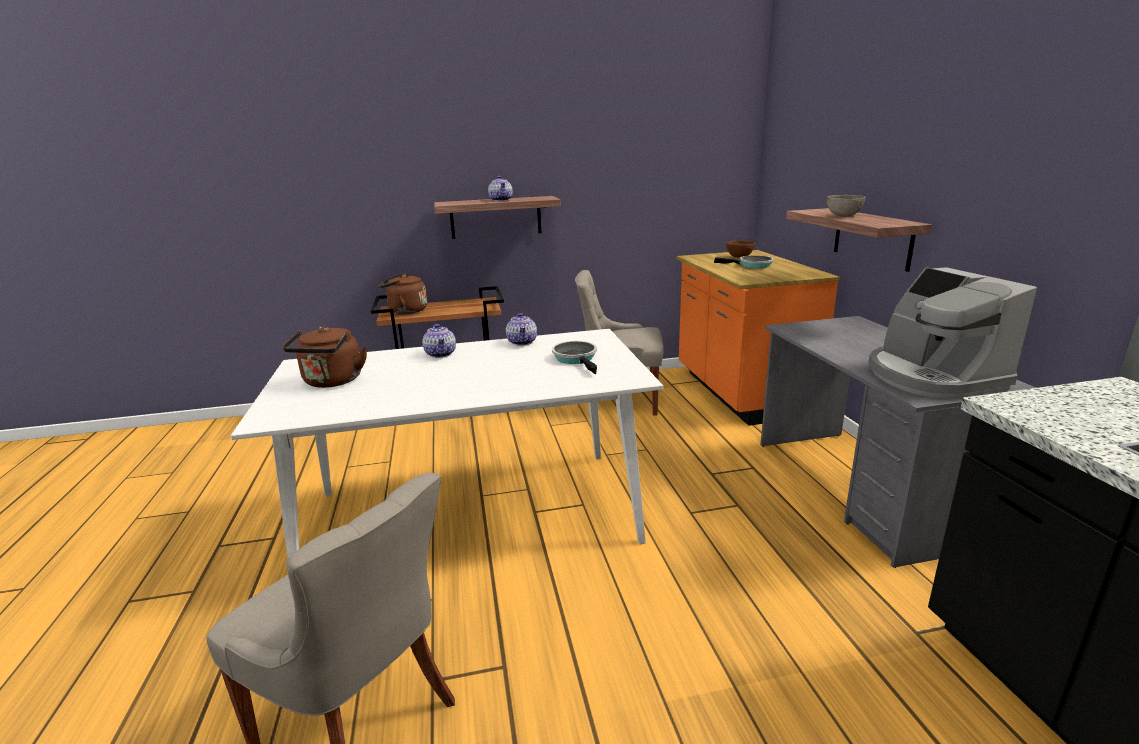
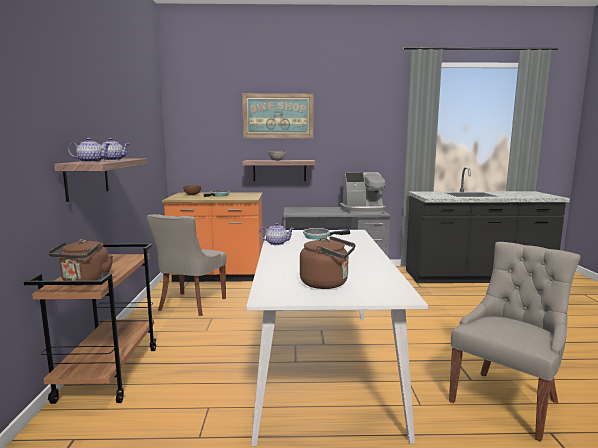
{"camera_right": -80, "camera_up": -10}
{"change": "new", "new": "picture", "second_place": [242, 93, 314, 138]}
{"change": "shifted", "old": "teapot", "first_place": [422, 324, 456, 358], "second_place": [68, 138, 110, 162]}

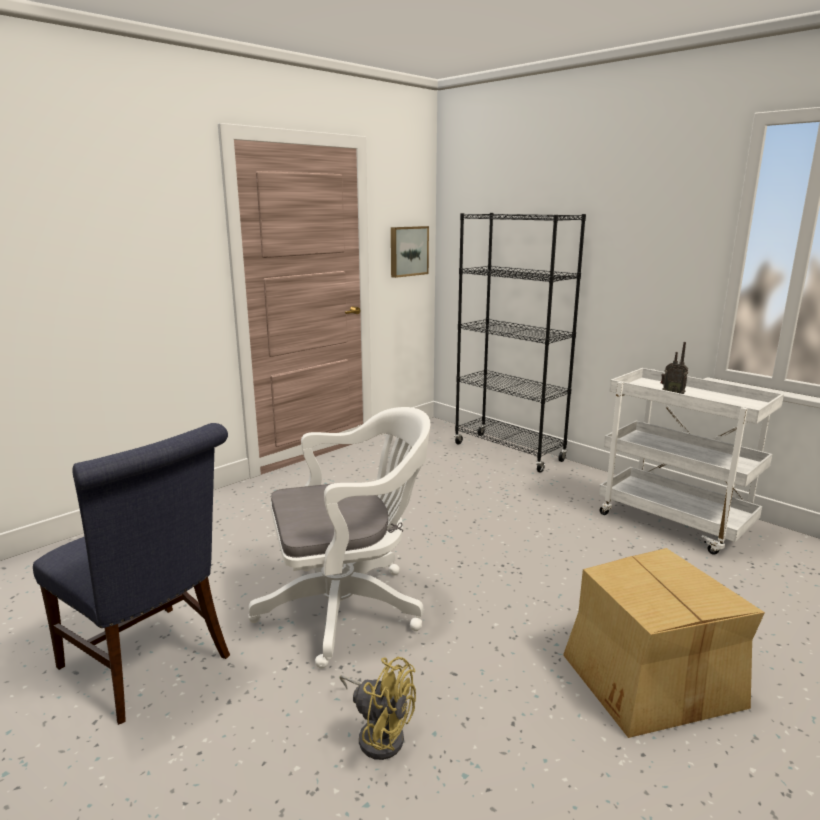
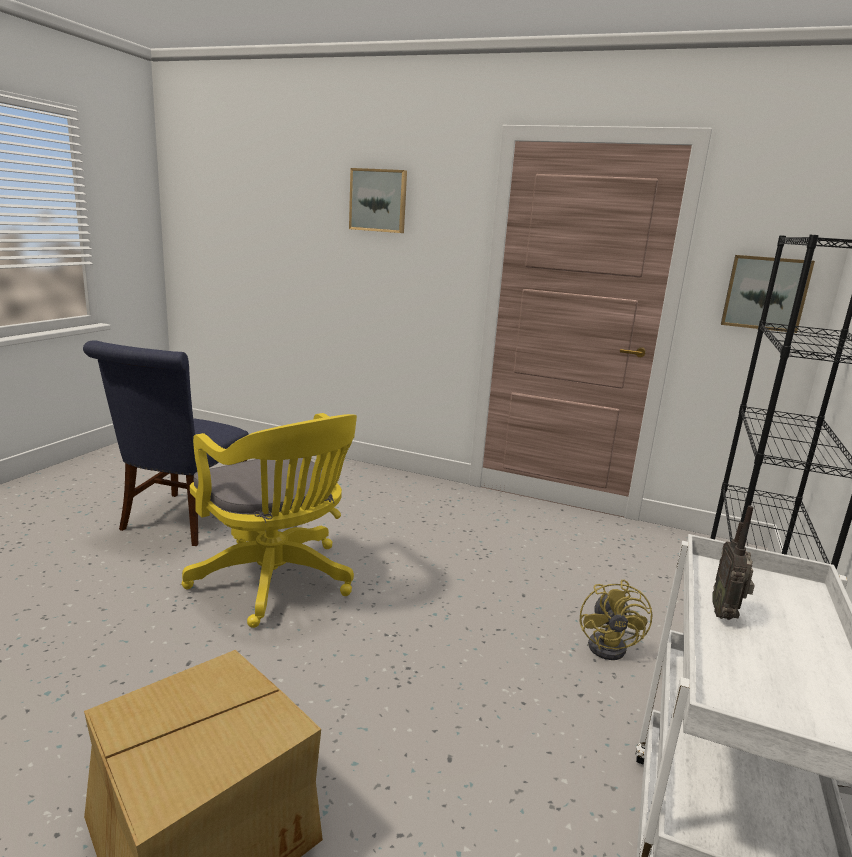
{"camera_right": 65, "camera_up": 0}
{"change": "new", "new": "picture", "second_place": [349, 168, 407, 233]}
{"change": "shifted", "old": "yellow fan", "first_place": [340, 657, 416, 760], "second_place": [580, 580, 653, 660]}
{"change": "repainted", "old": "white office chair", "new": "yellow office chair", "first_place": [248, 407, 431, 669], "second_place": [181, 413, 357, 628]}

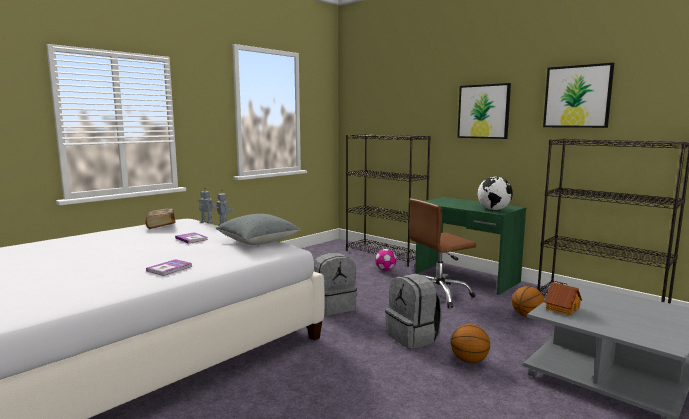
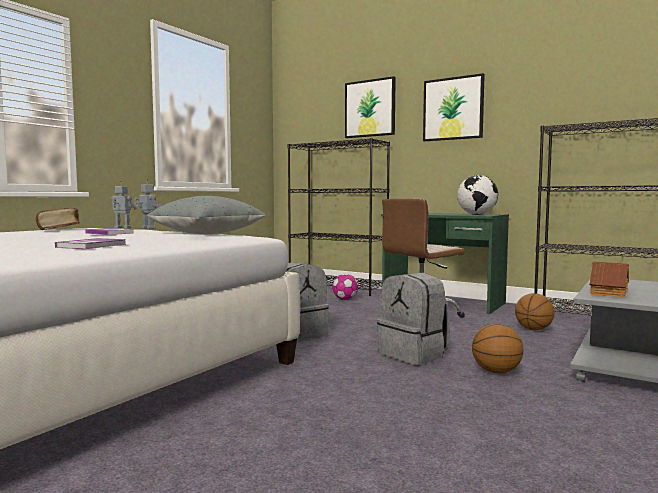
{"camera_right": -10, "camera_up": -5}
{"change": "shifted", "old": "picture", "first_place": [543, 63, 614, 128], "second_place": [345, 76, 396, 138]}

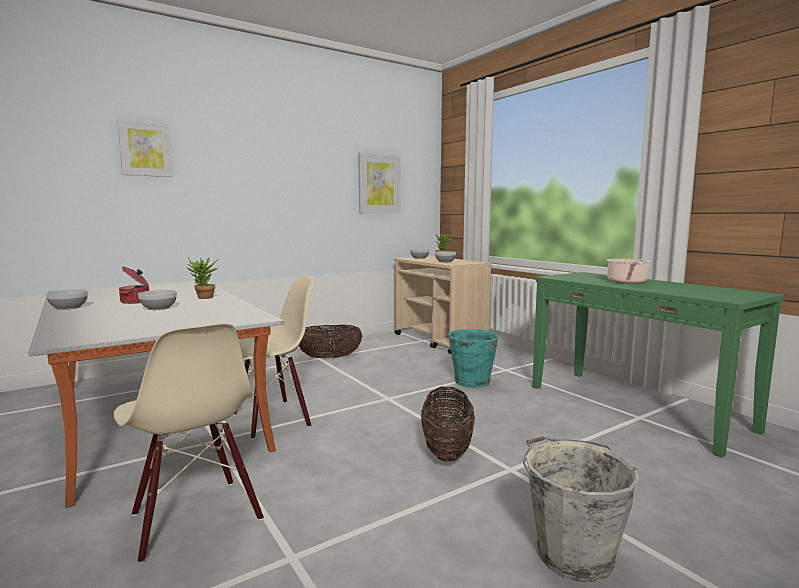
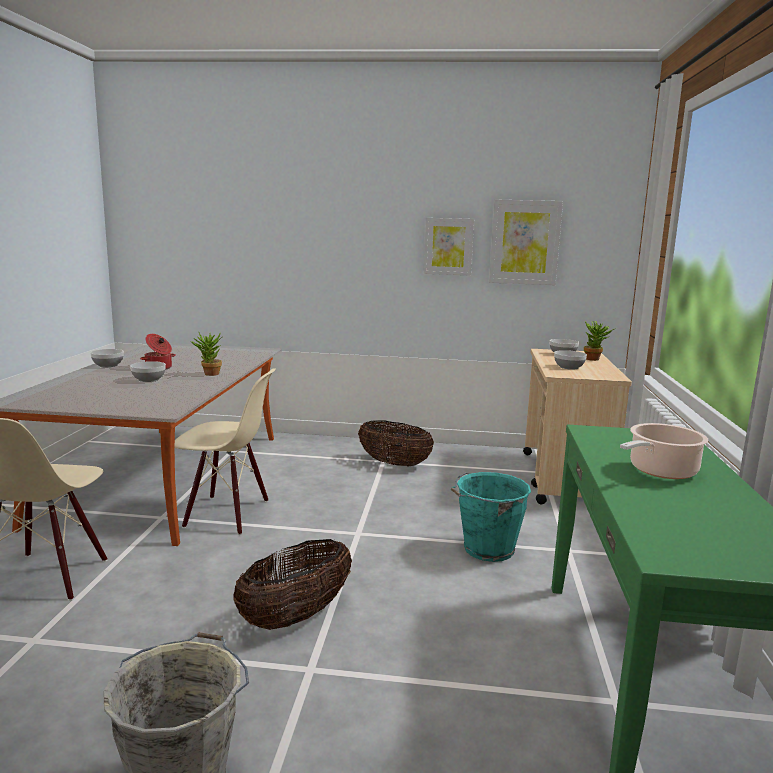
{"camera_right": 40, "camera_up": 5}
{"change": "shifted", "old": "picture", "first_place": [117, 119, 173, 177], "second_place": [423, 218, 474, 276]}

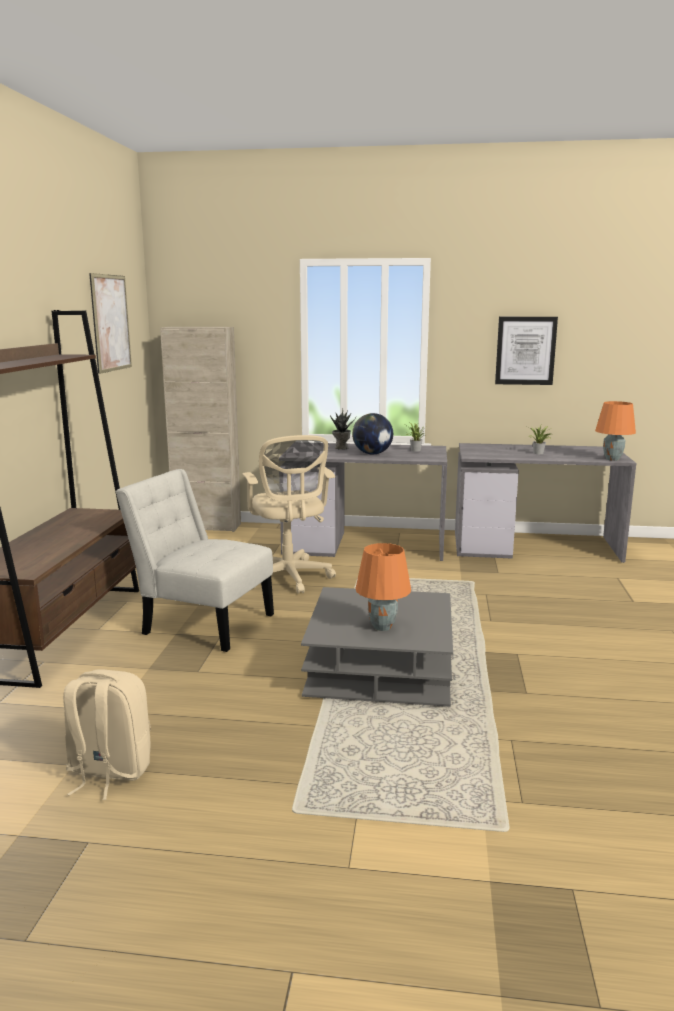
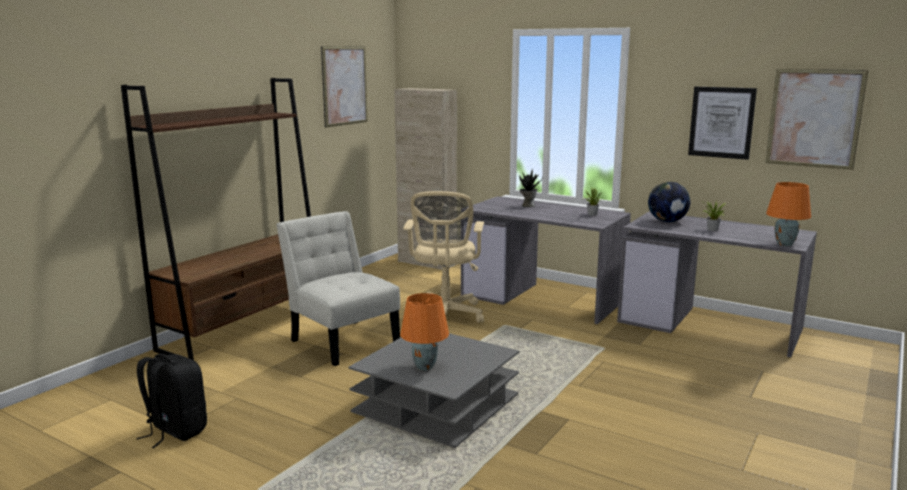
{"camera_right": 25, "camera_up": 0}
{"change": "new", "new": "picture", "second_place": [765, 69, 869, 170]}
{"change": "shifted", "old": "globe", "first_place": [352, 413, 393, 454], "second_place": [648, 182, 690, 222]}
{"change": "repainted", "old": "beige backpack", "new": "black backpack", "first_place": [63, 669, 151, 800], "second_place": [136, 354, 207, 448]}

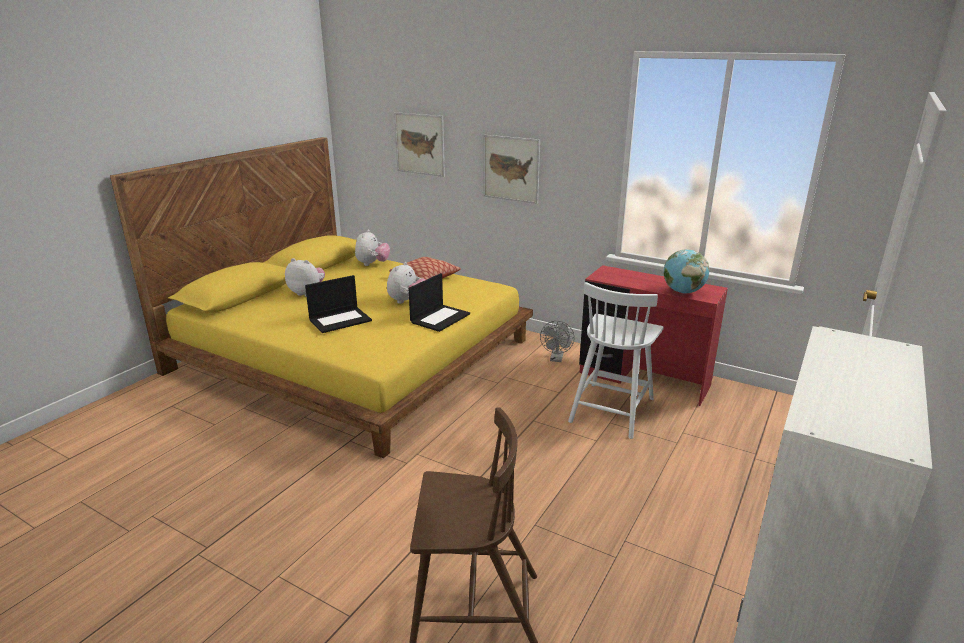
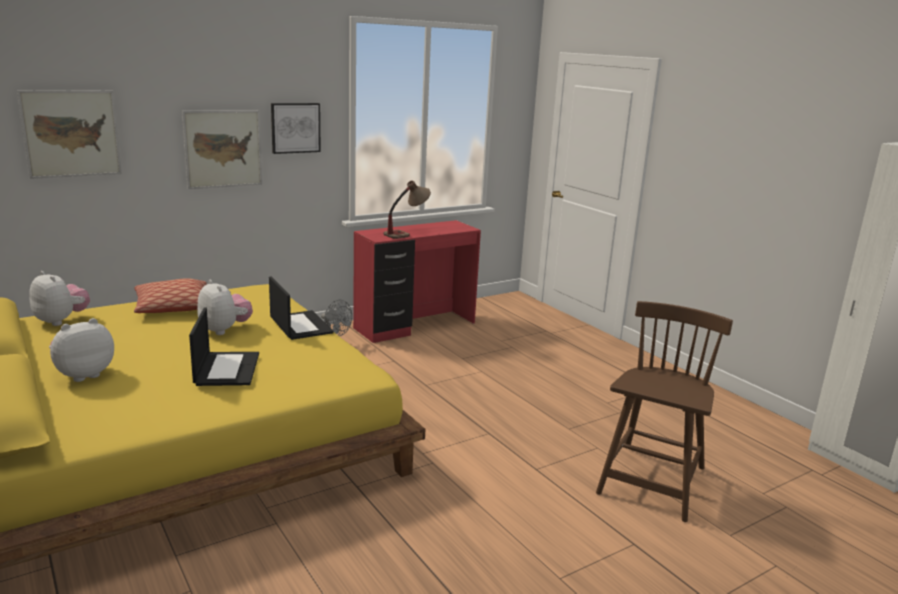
{"camera_right": -65, "camera_up": -5}
{"change": "gone", "old": "white chair", "first_place": [568, 282, 663, 439]}
{"change": "gone", "old": "globe", "first_place": [664, 249, 709, 293]}
{"change": "new", "new": "picture", "second_place": [271, 103, 321, 154]}
{"change": "new", "new": "table lamp", "second_place": [383, 181, 431, 239]}

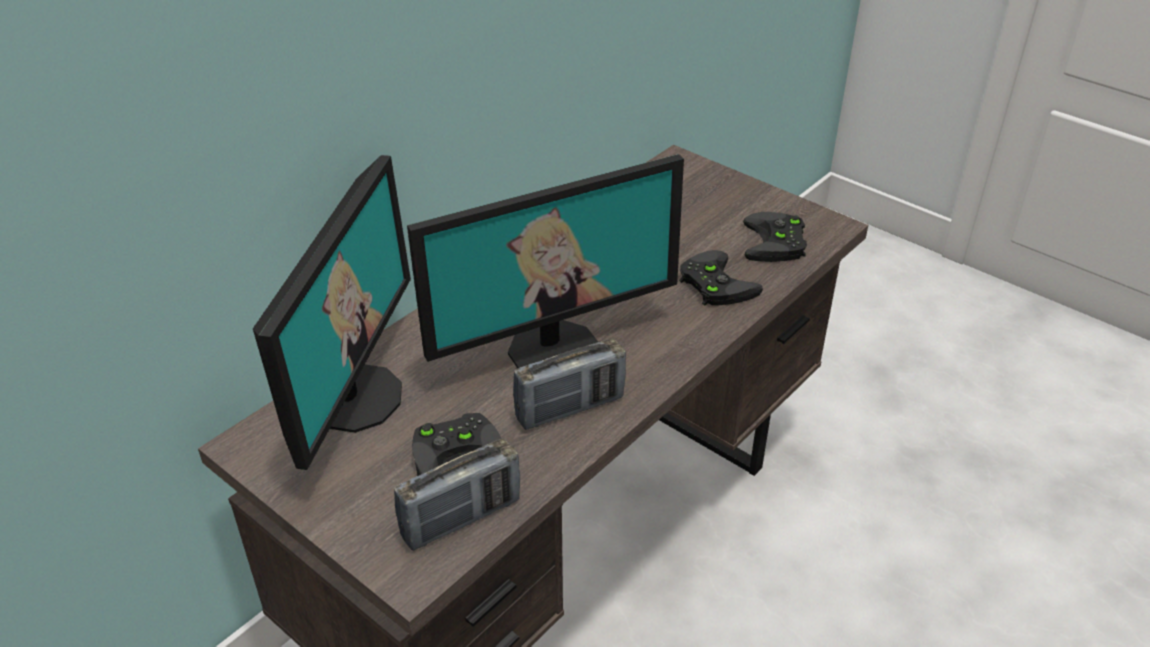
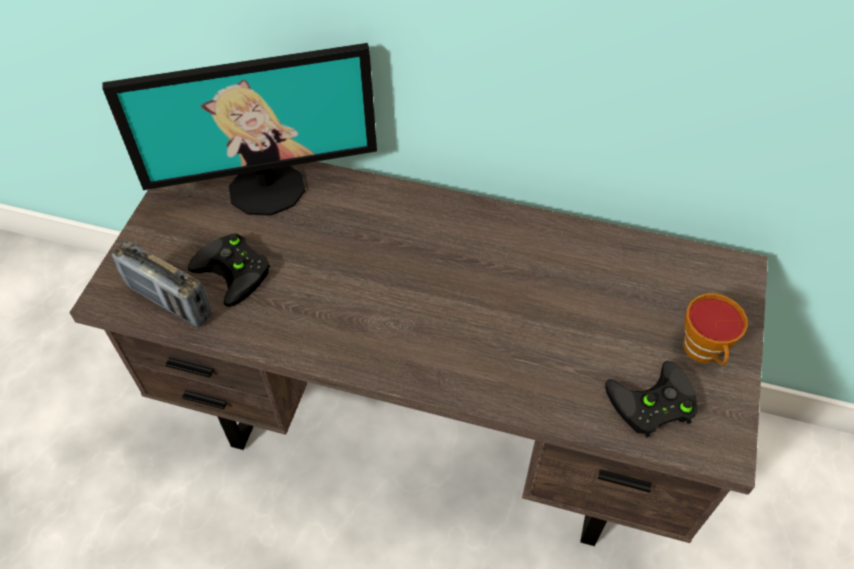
{"camera_right": 65, "camera_up": 15}
{"change": "gone", "old": "monitor", "first_place": [407, 154, 684, 369]}
{"change": "gone", "old": "radio", "first_place": [513, 339, 626, 430]}
{"change": "gone", "old": "black game controller", "first_place": [679, 250, 763, 306]}
{"change": "new", "new": "cup", "second_place": [683, 293, 748, 365]}

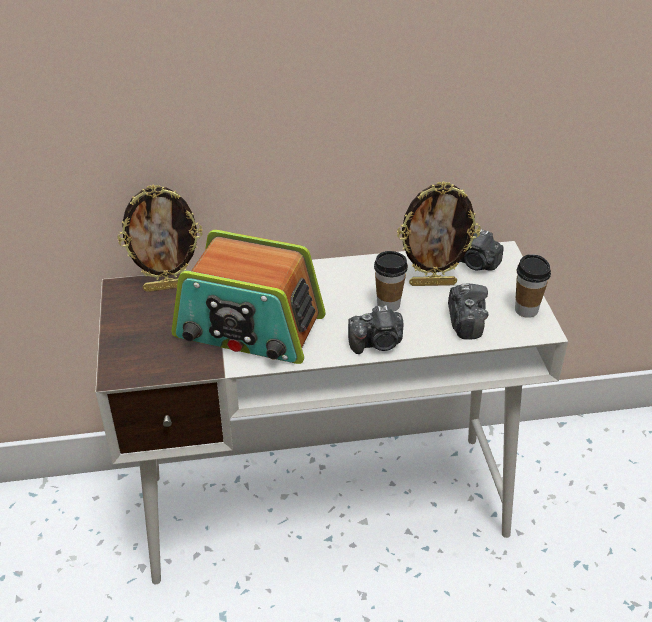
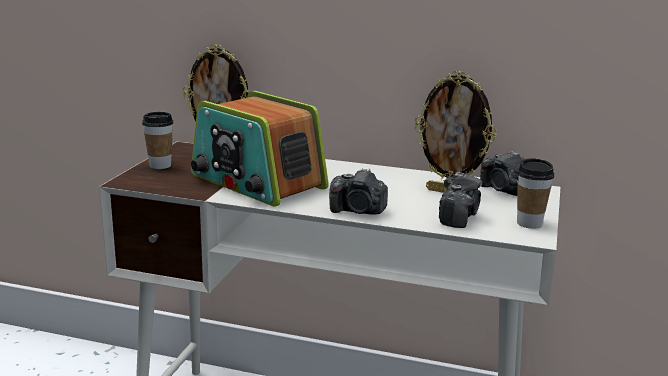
{"camera_right": 25, "camera_up": -20}
{"change": "shifted", "old": "cup", "first_place": [374, 251, 408, 312], "second_place": [142, 112, 174, 169]}

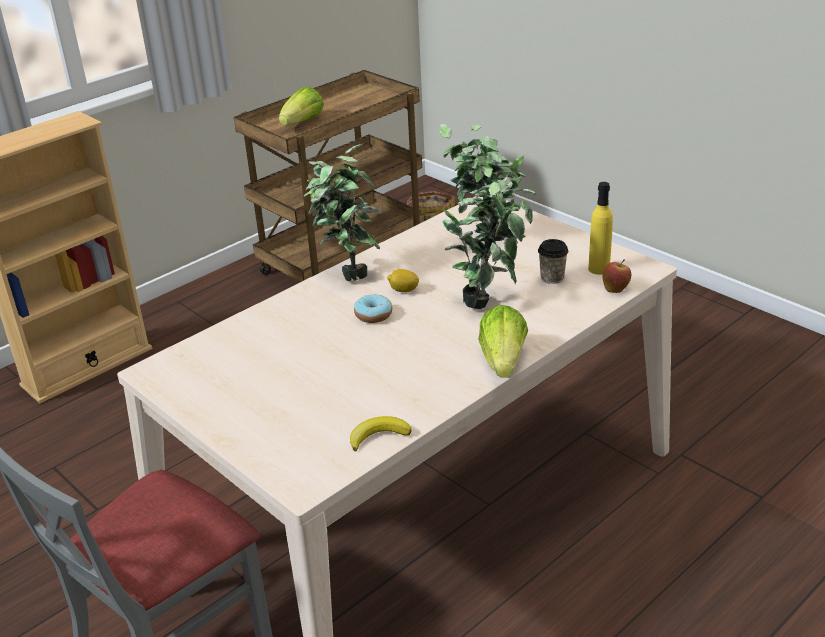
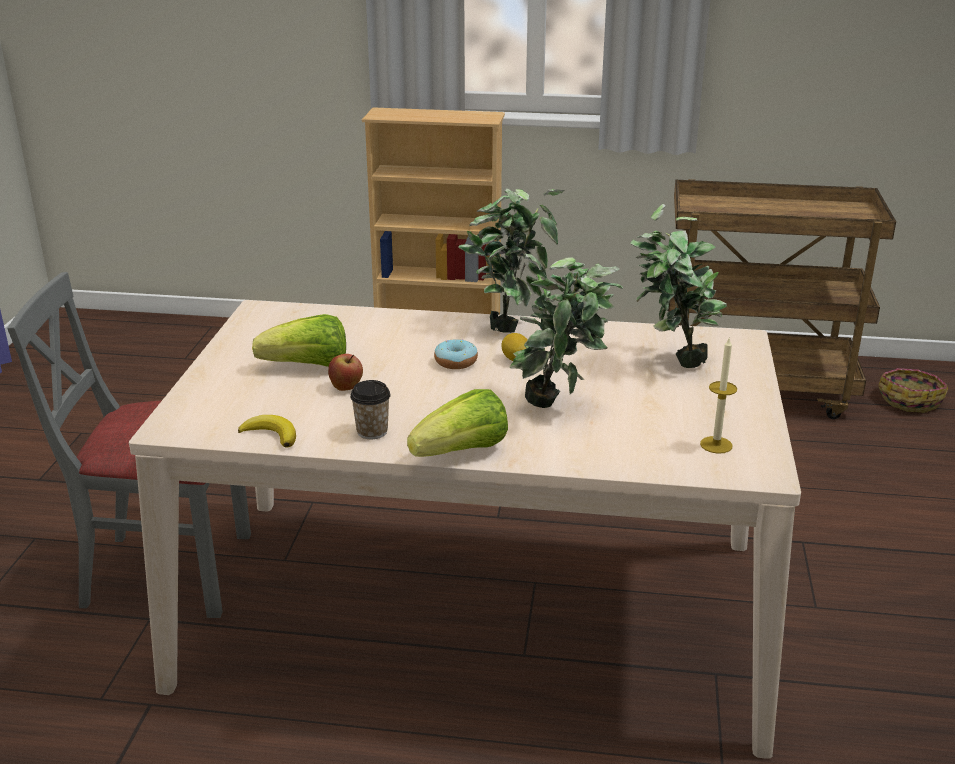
{"camera_right": 50, "camera_up": -5}
{"change": "shifted", "old": "lettuce", "first_place": [279, 87, 324, 126], "second_place": [252, 314, 346, 367]}
{"change": "shifted", "old": "cup", "first_place": [538, 239, 568, 284], "second_place": [350, 380, 391, 439]}
{"change": "shifted", "old": "apple", "first_place": [603, 259, 631, 293], "second_place": [328, 354, 363, 391]}
{"change": "swapped", "old": "yellow bottle", "new": "candle", "first_place": [588, 182, 613, 275], "second_place": [700, 338, 737, 454]}

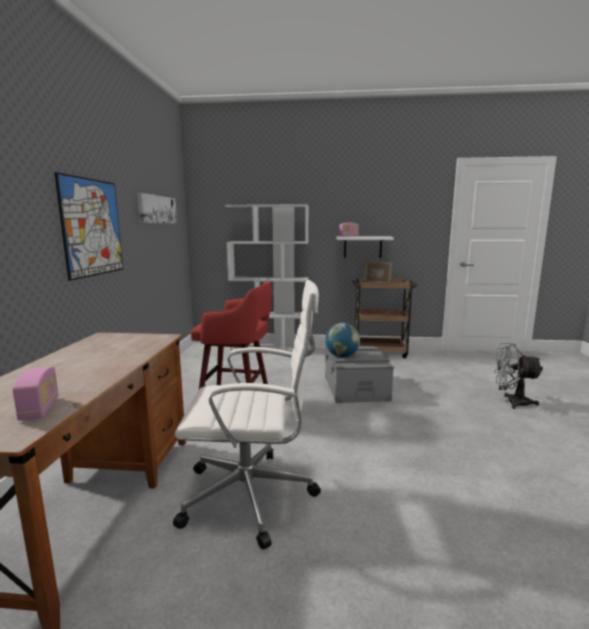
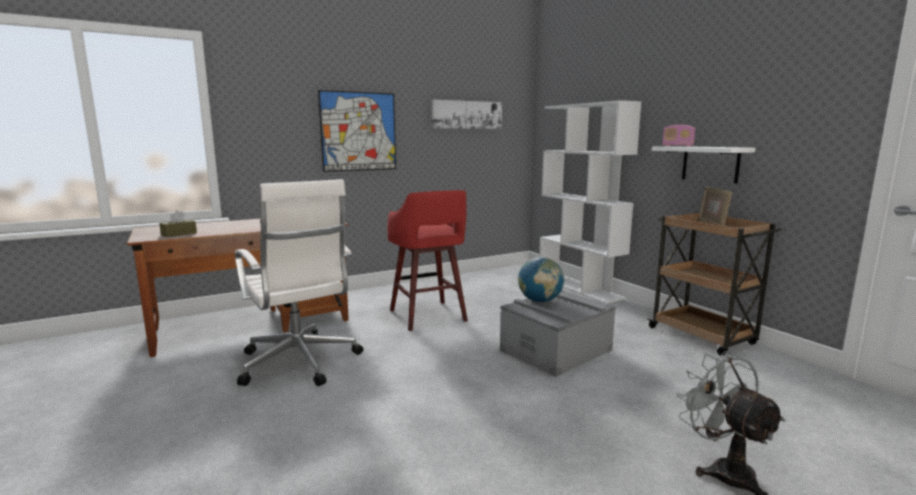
{"camera_right": 55, "camera_up": 0}
{"change": "swapped", "old": "radio", "new": "brown tissue box", "first_place": [12, 367, 59, 420], "second_place": [159, 210, 197, 237]}

